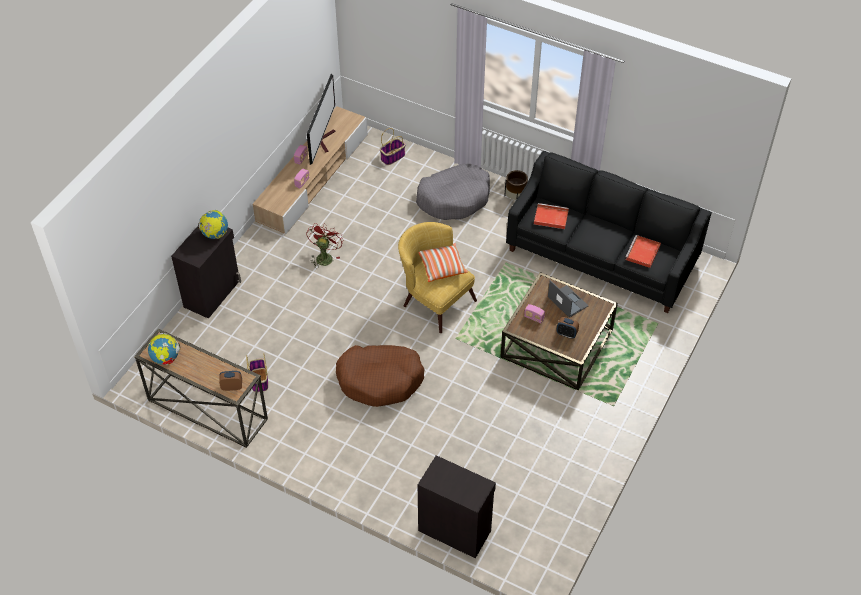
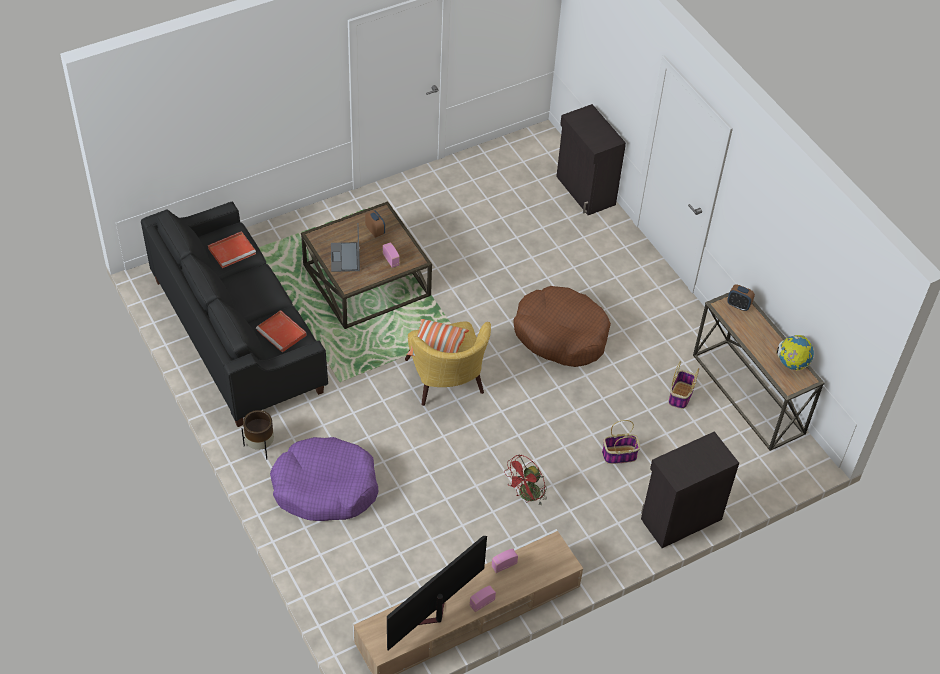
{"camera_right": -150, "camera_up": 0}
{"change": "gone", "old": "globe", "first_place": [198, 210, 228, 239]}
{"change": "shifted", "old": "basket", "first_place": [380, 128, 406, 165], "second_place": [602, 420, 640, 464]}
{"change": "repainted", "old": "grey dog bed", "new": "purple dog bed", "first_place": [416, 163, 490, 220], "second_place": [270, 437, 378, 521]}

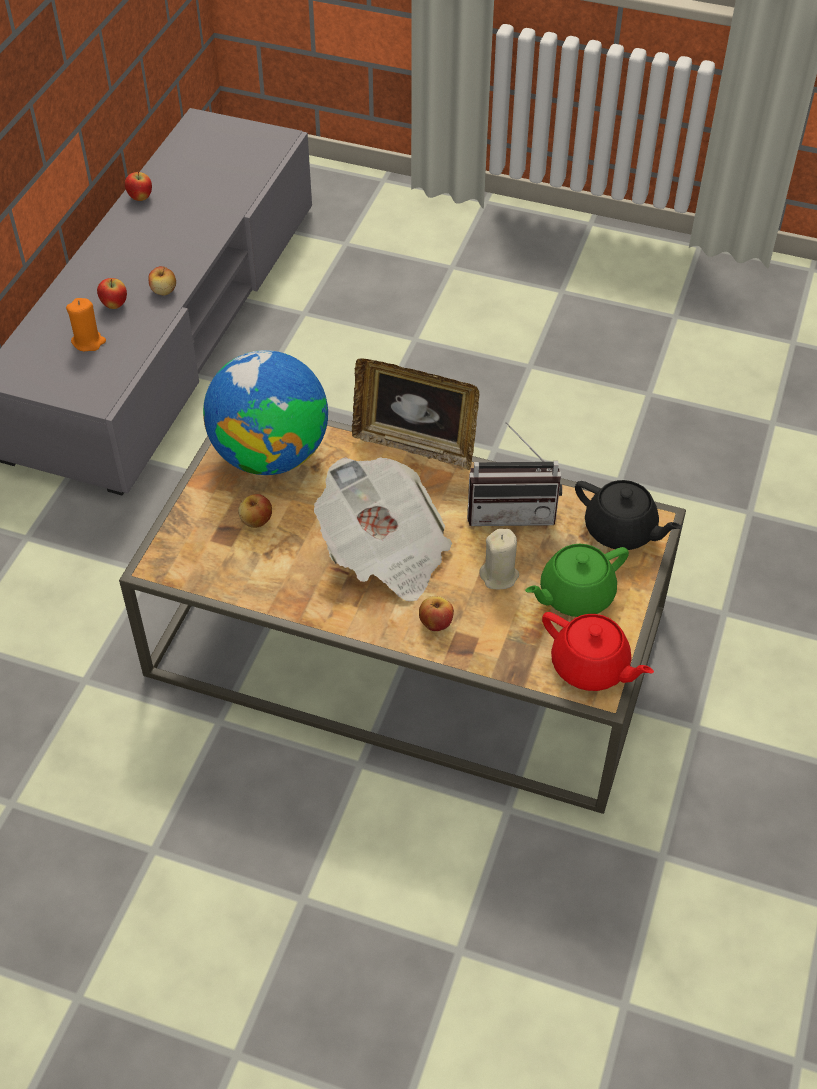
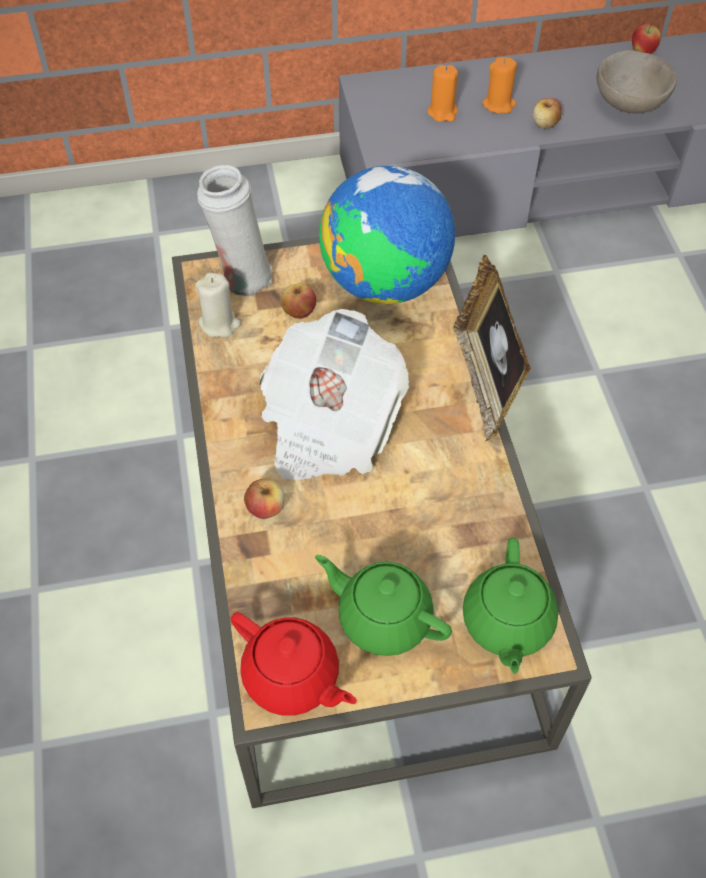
{"camera_right": 60, "camera_up": 5}
{"change": "gone", "old": "radio", "first_place": [467, 422, 562, 526]}
{"change": "new", "new": "white vase", "second_place": [197, 165, 272, 297]}
{"change": "new", "new": "beige bowl", "second_place": [597, 50, 677, 113]}
{"change": "shifted", "old": "beige candle", "first_place": [479, 529, 519, 589], "second_place": [196, 273, 241, 337]}
{"change": "swapped", "old": "apple", "new": "orange candle", "first_place": [97, 278, 127, 309], "second_place": [482, 57, 517, 113]}
{"change": "repainted", "old": "black teapot", "new": "green teapot", "first_place": [575, 480, 682, 550], "second_place": [463, 538, 558, 674]}
{"change": "rotated", "old": "red teapot", "first_place": [542, 612, 654, 691], "second_place": [231, 612, 357, 716], "degrees": -60}

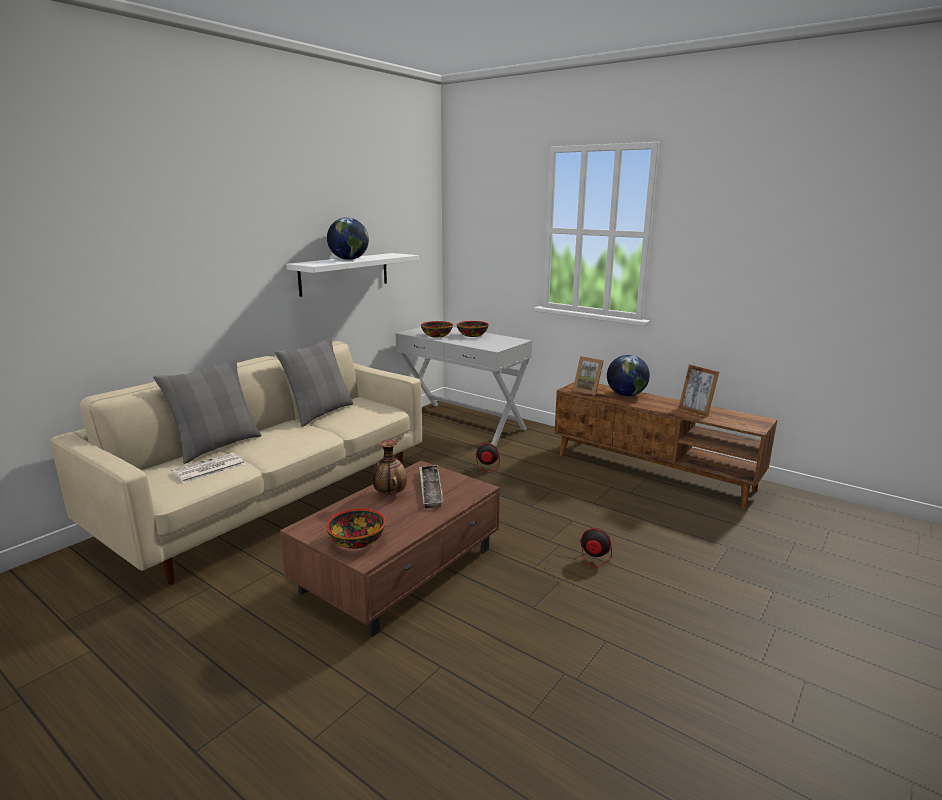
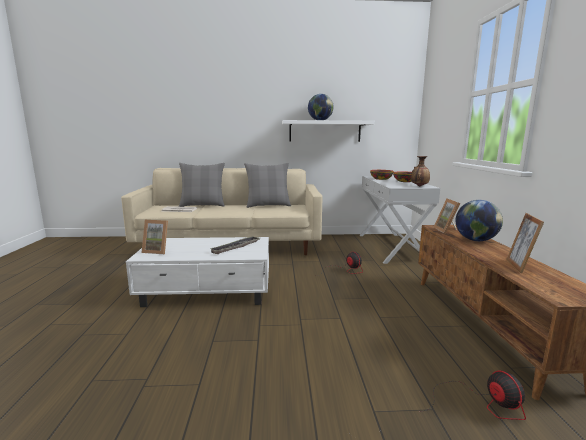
{"camera_right": 50, "camera_up": -5}
{"change": "shifted", "old": "vase", "first_place": [373, 440, 407, 495], "second_place": [411, 156, 430, 186]}
{"change": "shifted", "old": "fan", "first_place": [545, 528, 612, 595], "second_place": [420, 370, 526, 420]}
{"change": "swapped", "old": "bowl", "new": "picture frame", "first_place": [326, 508, 385, 549], "second_place": [142, 220, 168, 254]}
{"change": "repainted", "old": "brown coffee table", "new": "white coffee table", "first_place": [280, 461, 500, 637], "second_place": [126, 237, 269, 307]}

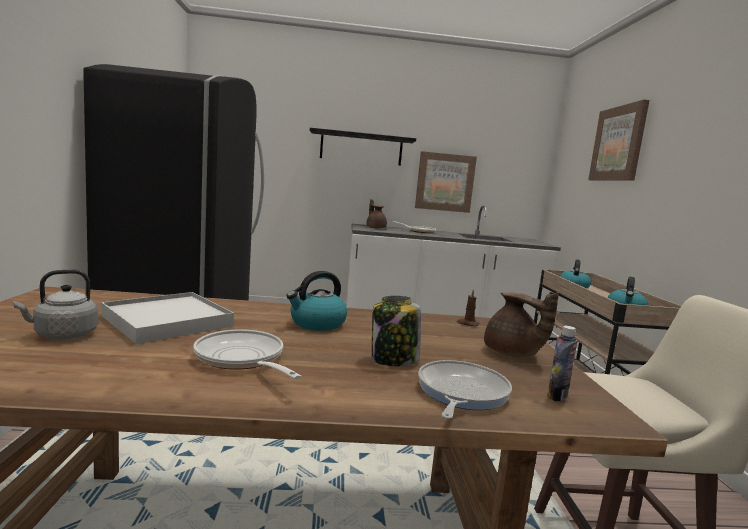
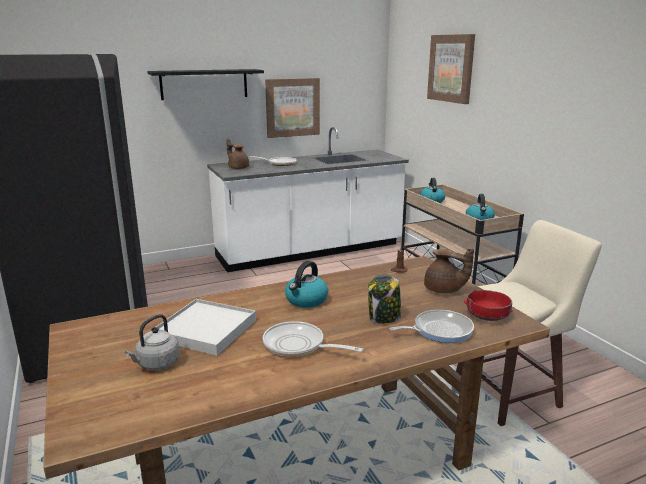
{"camera_right": -20, "camera_up": 10}
{"change": "swapped", "old": "bottle", "new": "red bowl", "first_place": [547, 326, 577, 401], "second_place": [464, 290, 513, 321]}
{"change": "rotated", "old": "frying pan", "first_place": [418, 360, 512, 419], "second_place": [390, 310, 474, 343], "degrees": 75}

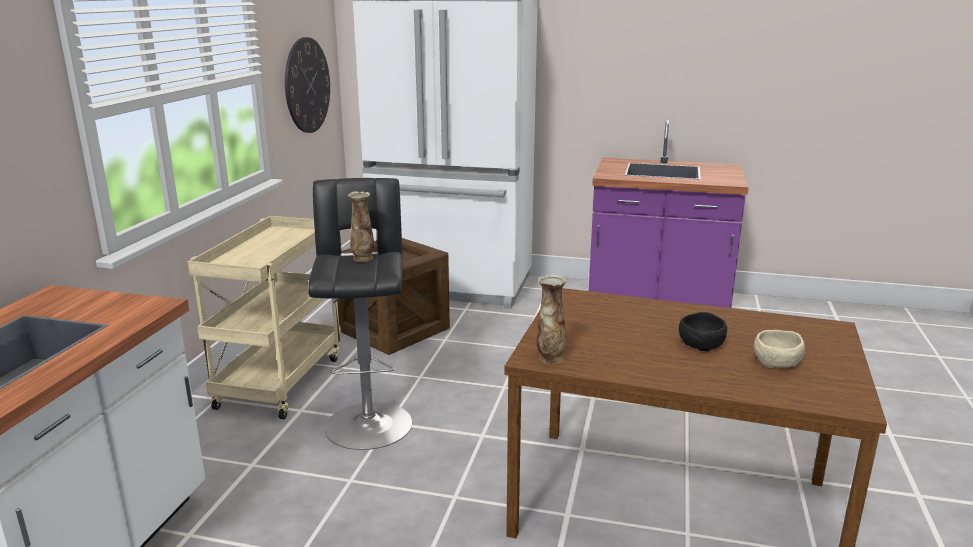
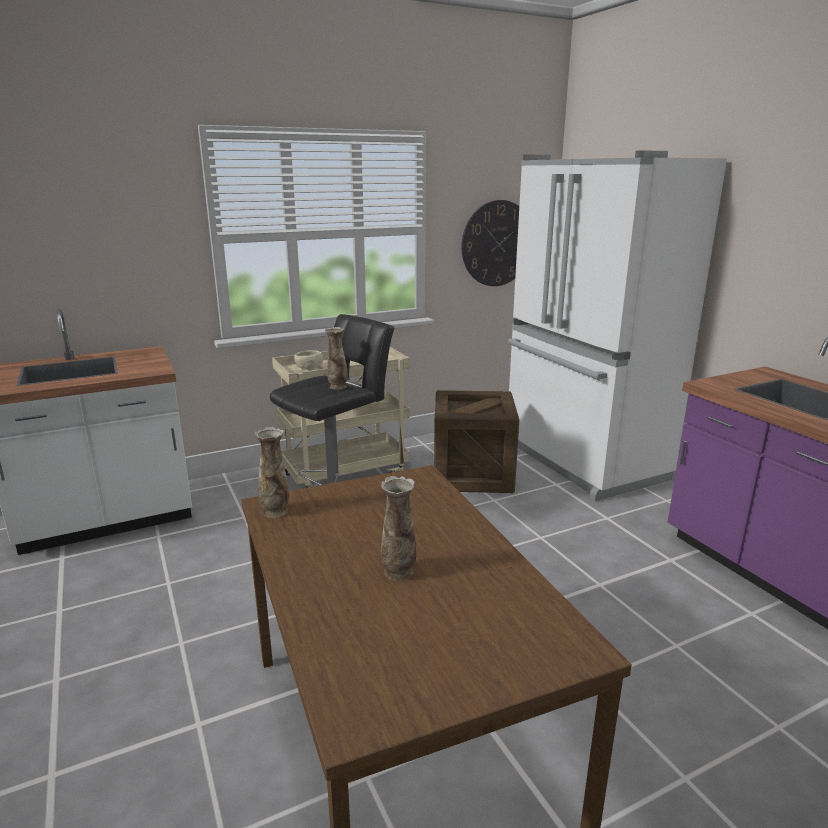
{"camera_right": 50, "camera_up": 0}
{"change": "shifted", "old": "beige bowl", "first_place": [754, 330, 805, 368], "second_place": [294, 350, 323, 371]}
{"change": "swapped", "old": "black bowl", "new": "vase", "first_place": [679, 312, 727, 351], "second_place": [381, 476, 416, 581]}

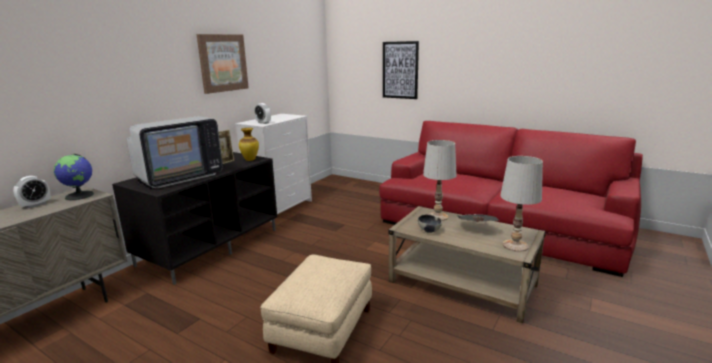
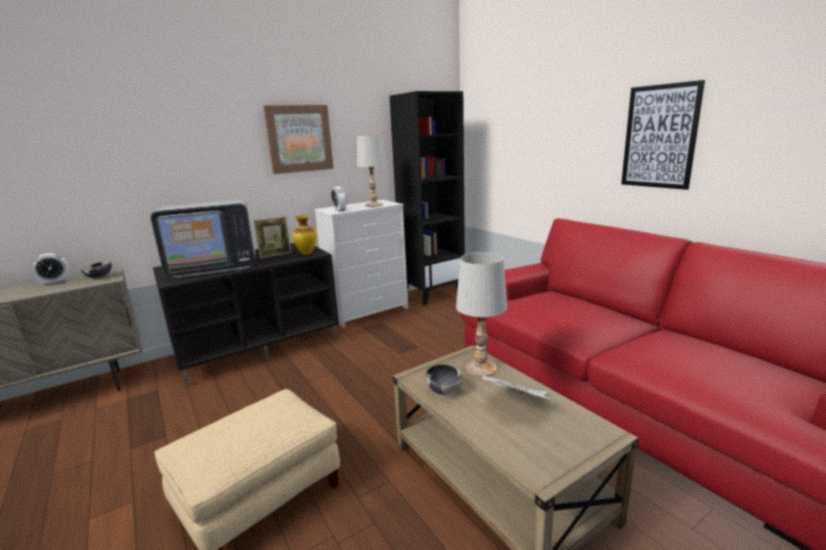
{"camera_right": 25, "camera_up": 0}
{"change": "new", "new": "black bookcase", "second_place": [389, 91, 465, 305]}
{"change": "shifted", "old": "picture", "first_place": [383, 41, 419, 99], "second_place": [621, 80, 705, 190]}
{"change": "shifted", "old": "white table lamp", "first_place": [500, 156, 543, 252], "second_place": [357, 135, 386, 207]}
{"change": "swapped", "old": "globe", "new": "bowl", "first_place": [54, 154, 94, 200], "second_place": [80, 261, 112, 279]}

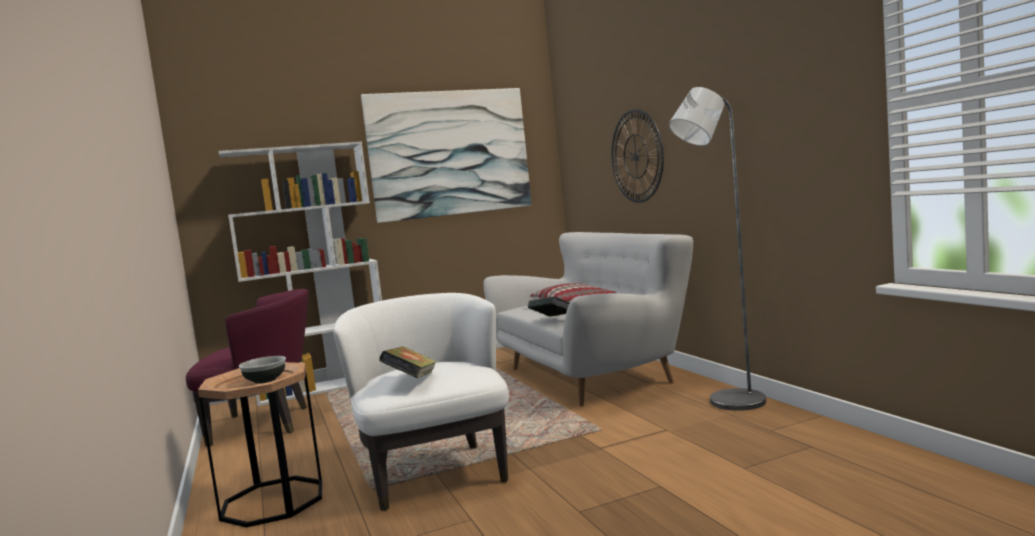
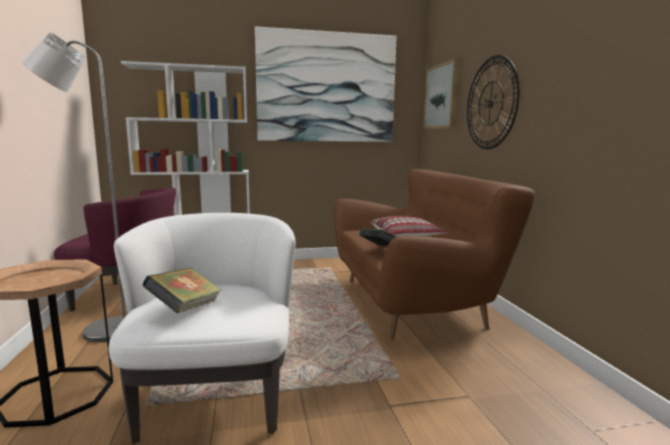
{"camera_right": 10, "camera_up": 5}
{"change": "gone", "old": "bowl", "first_place": [239, 356, 286, 384]}
{"change": "new", "new": "picture", "second_place": [424, 59, 459, 129]}
{"change": "shifted", "old": "grey floor lamp", "first_place": [669, 87, 766, 411], "second_place": [22, 32, 126, 342]}
{"change": "repainted", "old": "white sofa", "new": "brown sofa", "first_place": [483, 232, 693, 406], "second_place": [335, 169, 535, 339]}

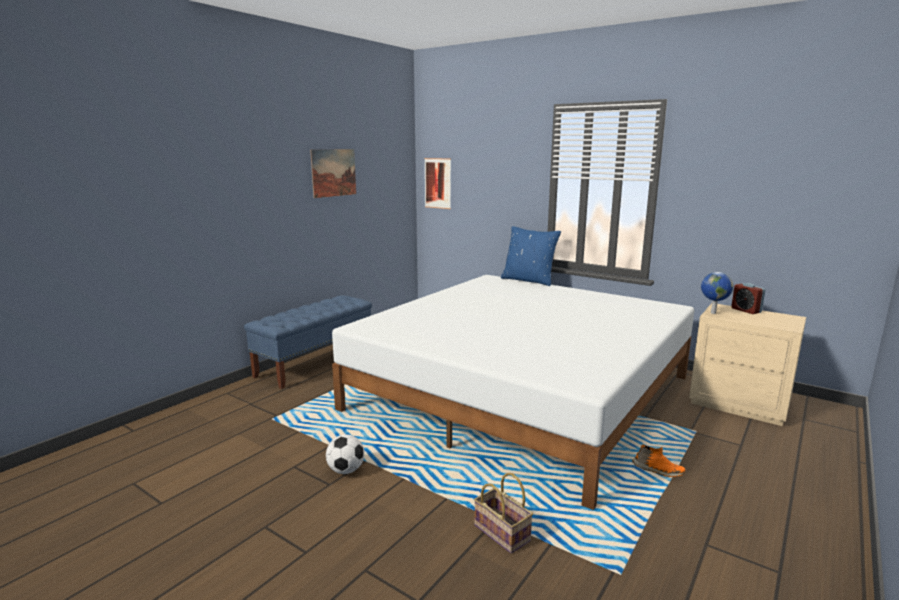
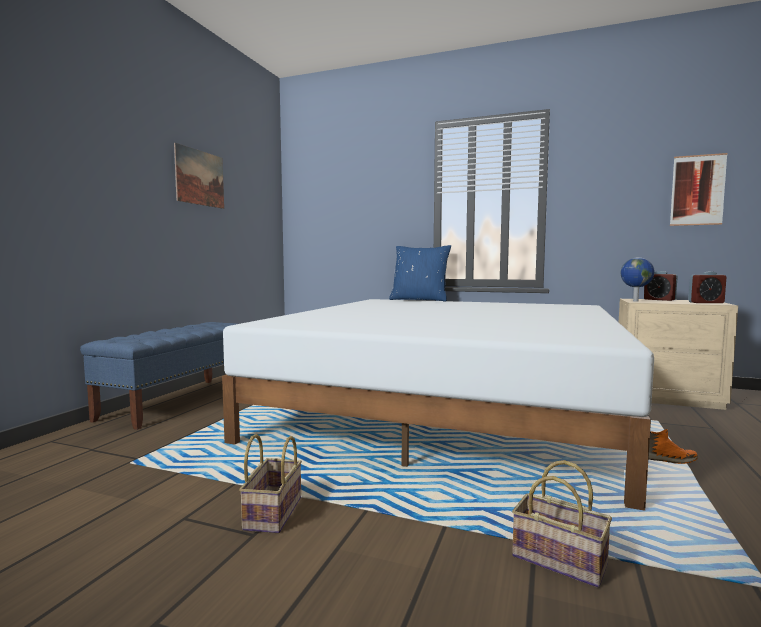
{"camera_right": -15, "camera_up": -10}
{"change": "new", "new": "alarm clock", "second_place": [688, 272, 726, 303]}
{"change": "shifted", "old": "picture", "first_place": [424, 158, 451, 209], "second_place": [670, 153, 728, 226]}
{"change": "swapped", "old": "football", "new": "basket", "first_place": [326, 434, 365, 474], "second_place": [239, 434, 302, 533]}

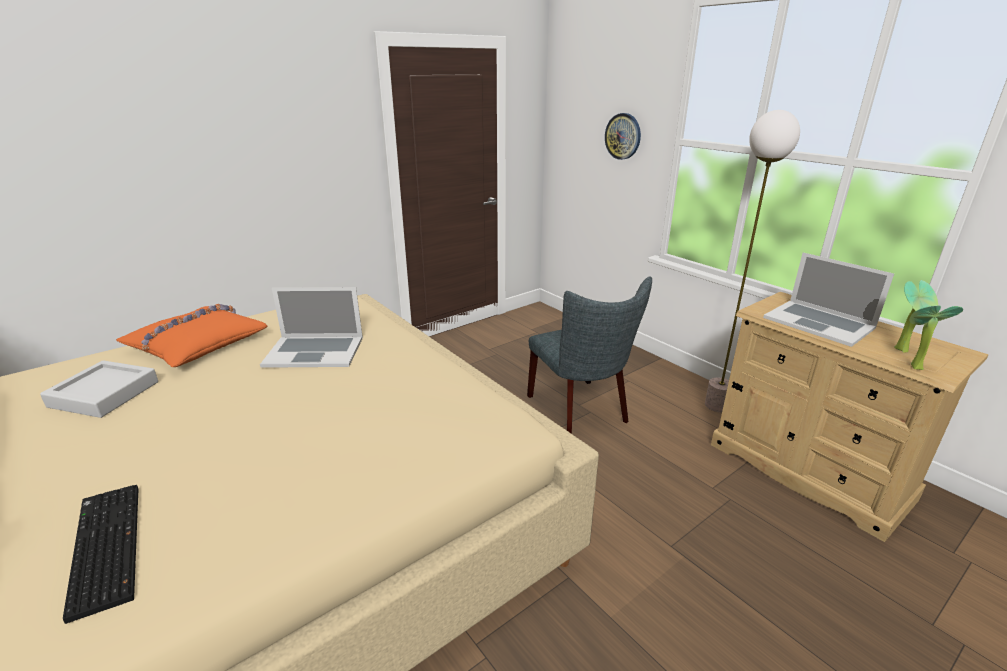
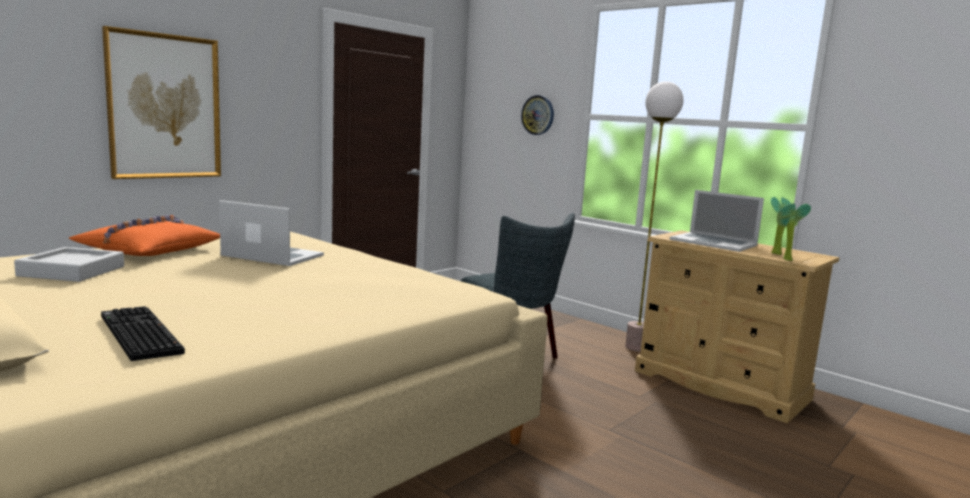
{"camera_right": -10, "camera_up": -15}
{"change": "new", "new": "picture", "second_place": [102, 26, 221, 179]}
{"change": "rotated", "old": "laptop", "first_place": [260, 287, 363, 368], "second_place": [219, 200, 324, 266], "degrees": -150}

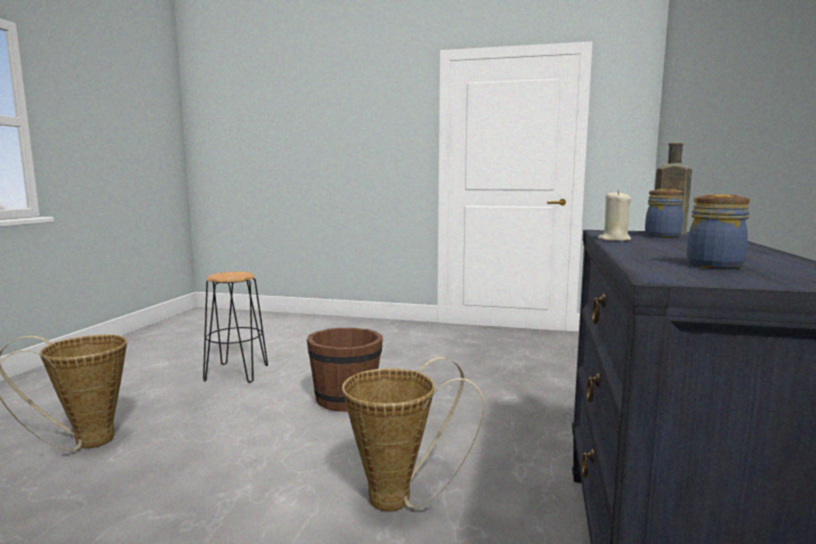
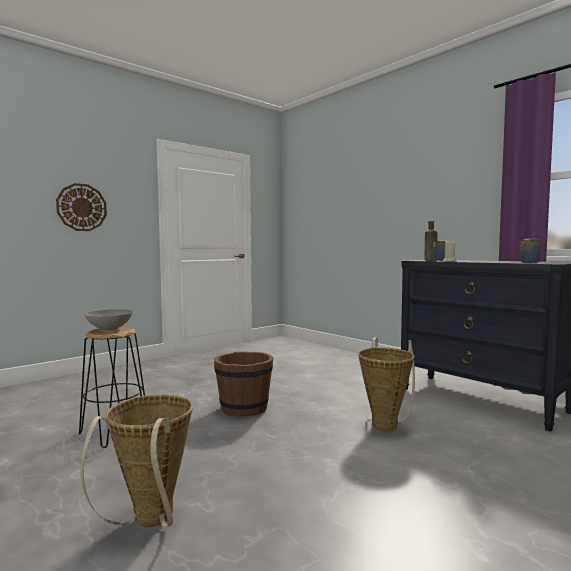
{"camera_right": -55, "camera_up": -5}
{"change": "new", "new": "wall clock", "second_place": [56, 183, 107, 231]}
{"change": "new", "new": "grey bowl", "second_place": [84, 309, 133, 331]}

